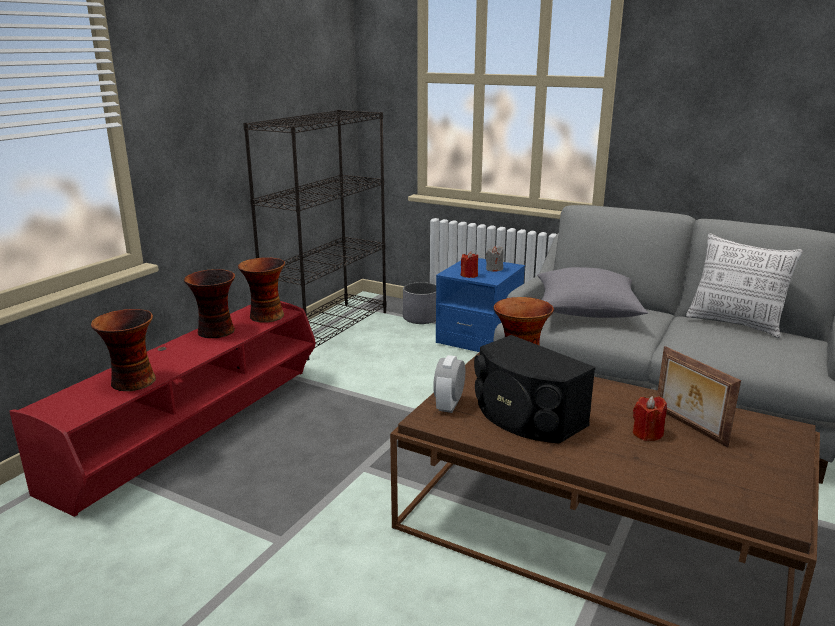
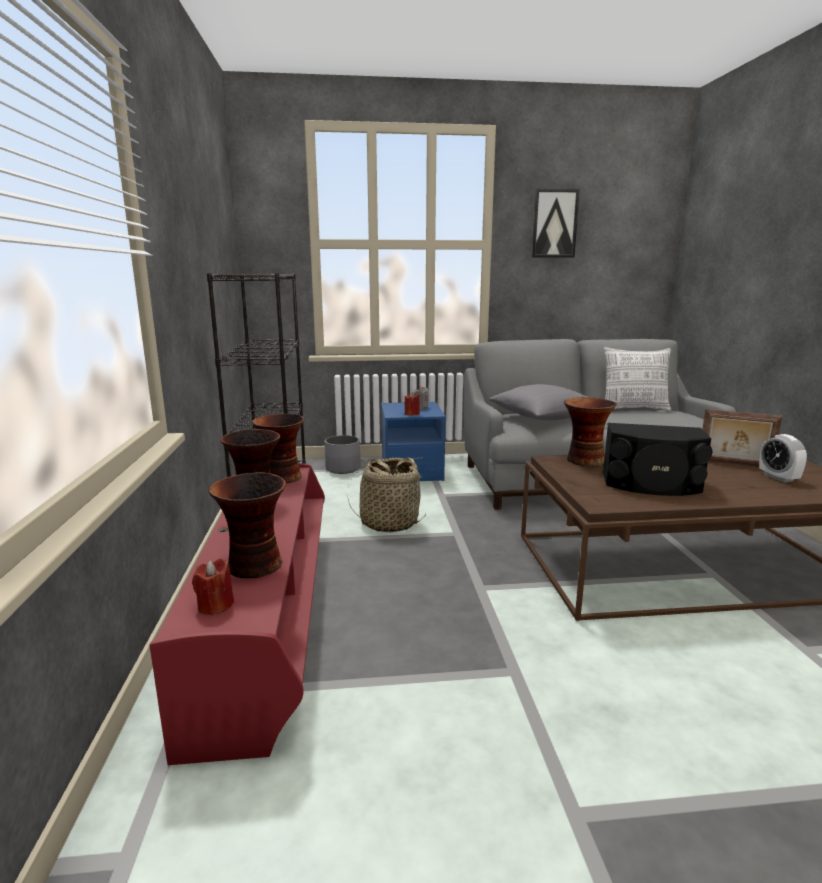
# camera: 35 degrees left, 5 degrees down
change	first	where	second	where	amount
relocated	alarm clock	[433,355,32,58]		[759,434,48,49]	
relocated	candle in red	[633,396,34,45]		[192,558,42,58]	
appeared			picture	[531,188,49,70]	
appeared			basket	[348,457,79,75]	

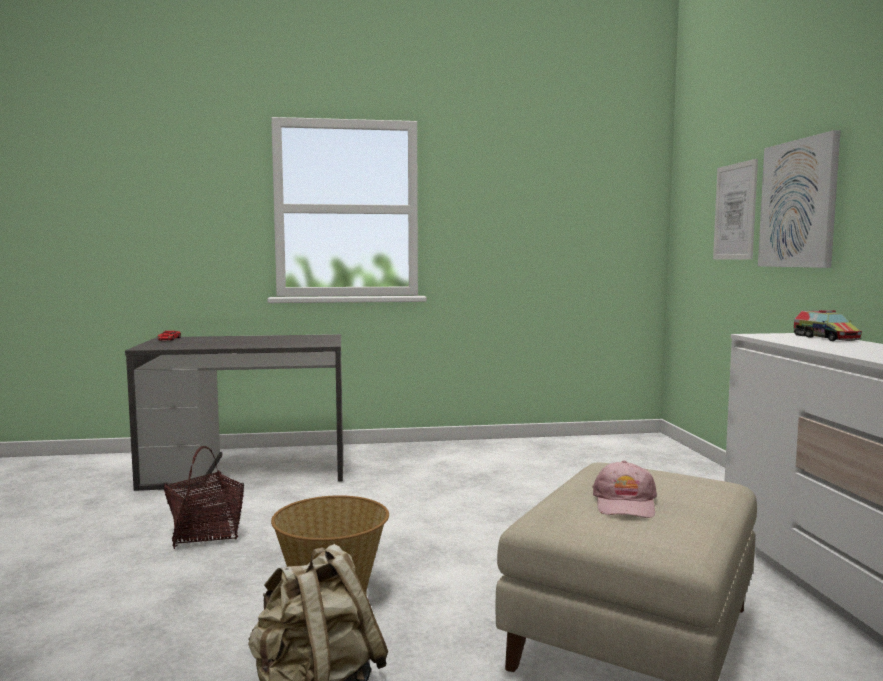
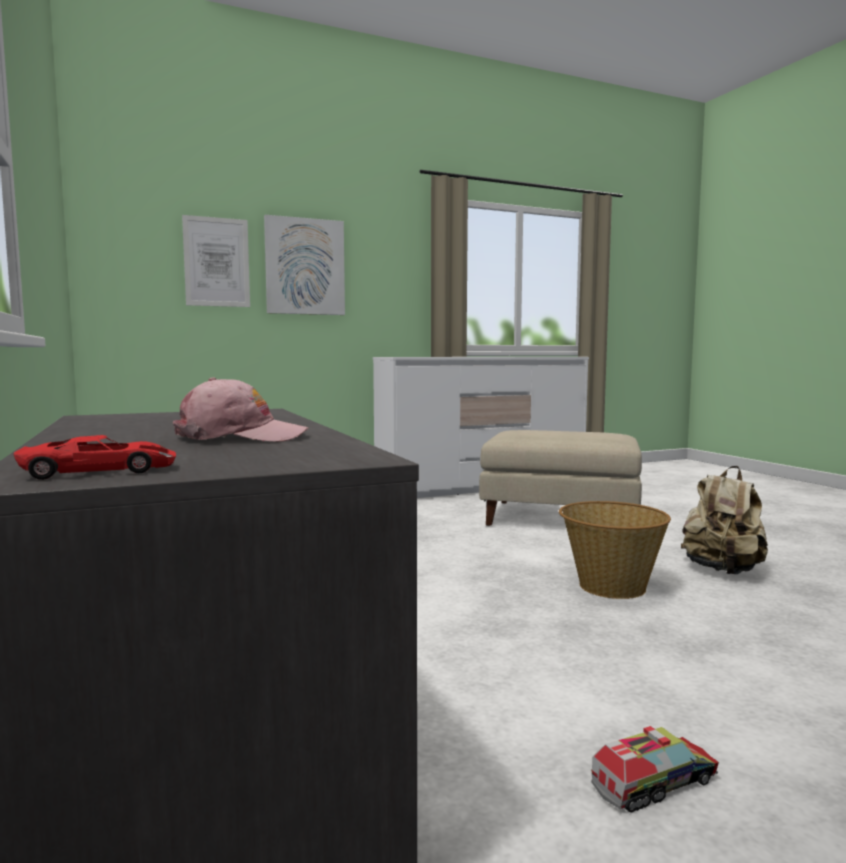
# camera: 105 degrees left, 0 degrees up
change	first	where	second	where	amount
relocated	toy truck	[793,310,69,31]		[591,726,128,87]	
missing	basket	[163,446,81,103]			
relocated	cap in pink	[593,460,64,58]		[173,377,135,65]	

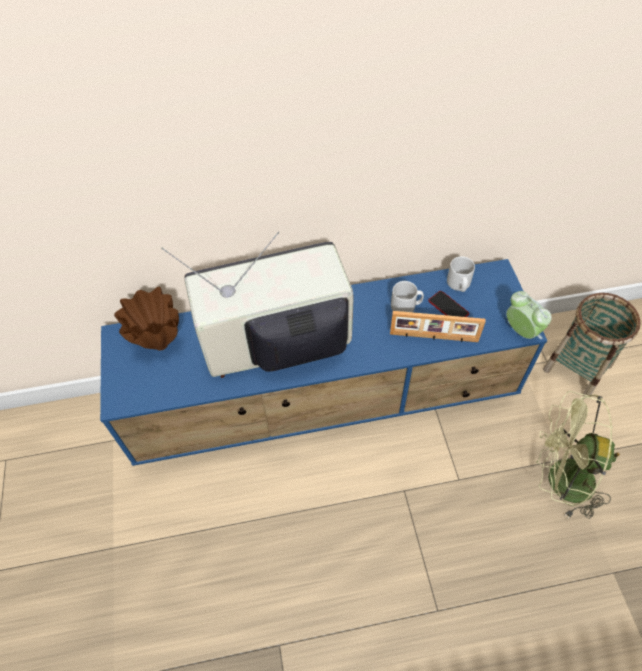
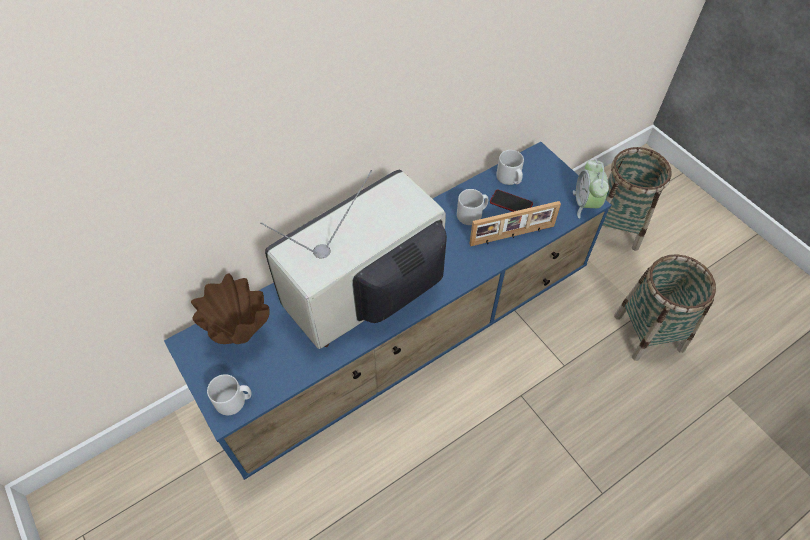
# camera: 25 degrees left, 0 degrees up
change	first	where	second	where	amount
spun	alarm clock	[506,291,46,48]		[573,159,36,60]	120 degrees counterclockwise
exchanged	fan in green	[536,391,84,128]	basket	[614,254,102,107]	
appeared			mug in grey	[207,374,44,41]	

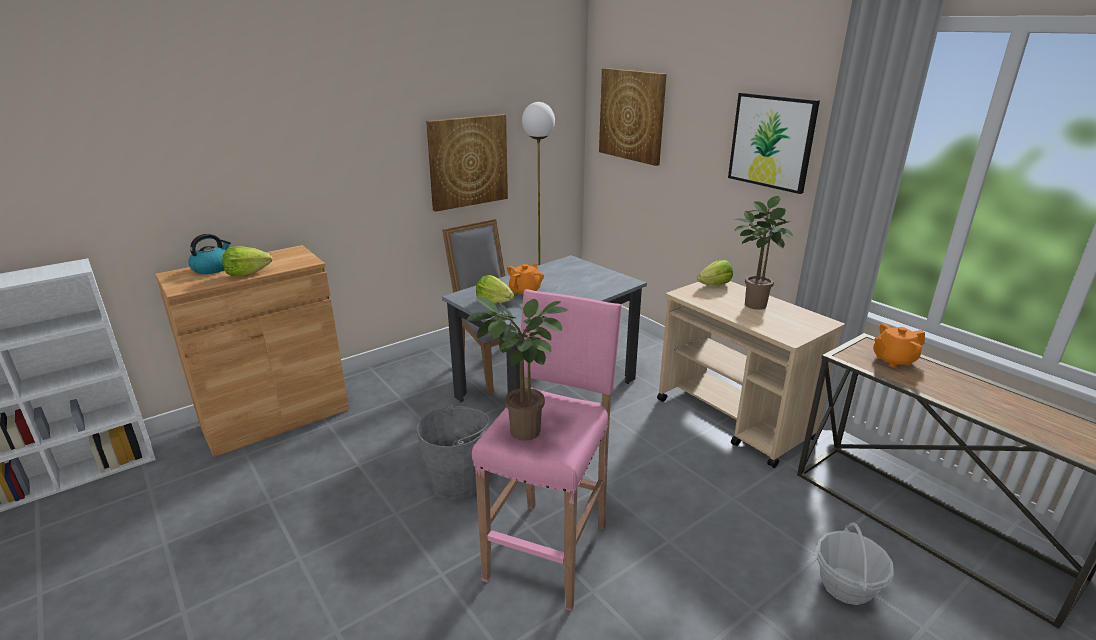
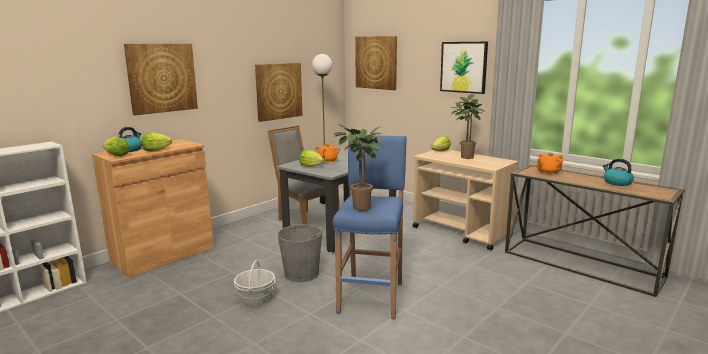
# camera: 10 degrees left, 10 degrees down
change	first	where	second	where	amount
colour	stool in pink	[472,289,150,322]	stool in blue	[333,134,73,185]	
relocated	basket	[816,522,78,83]		[234,260,42,46]	
appeared			picture	[124,44,74,71]	
appeared			lettuce	[103,137,27,19]	
appeared			kettle	[603,159,31,27]	

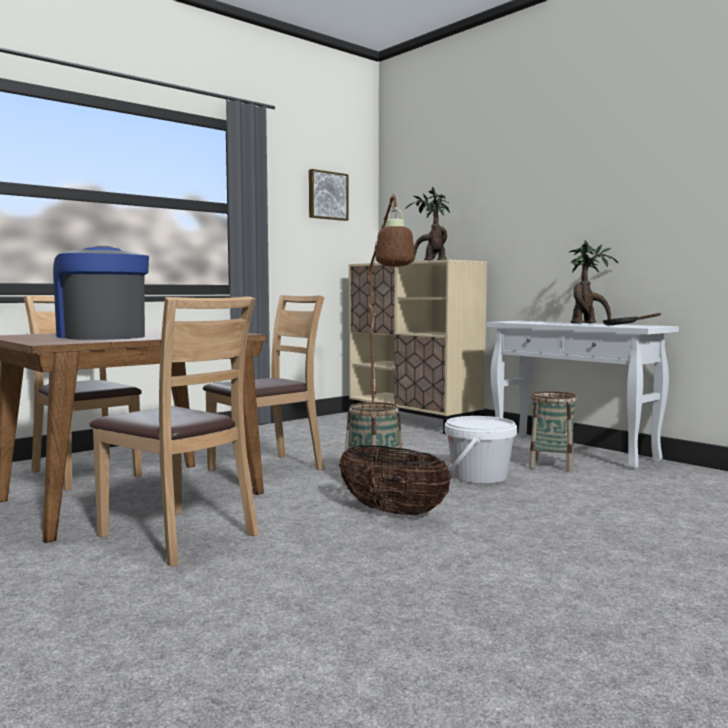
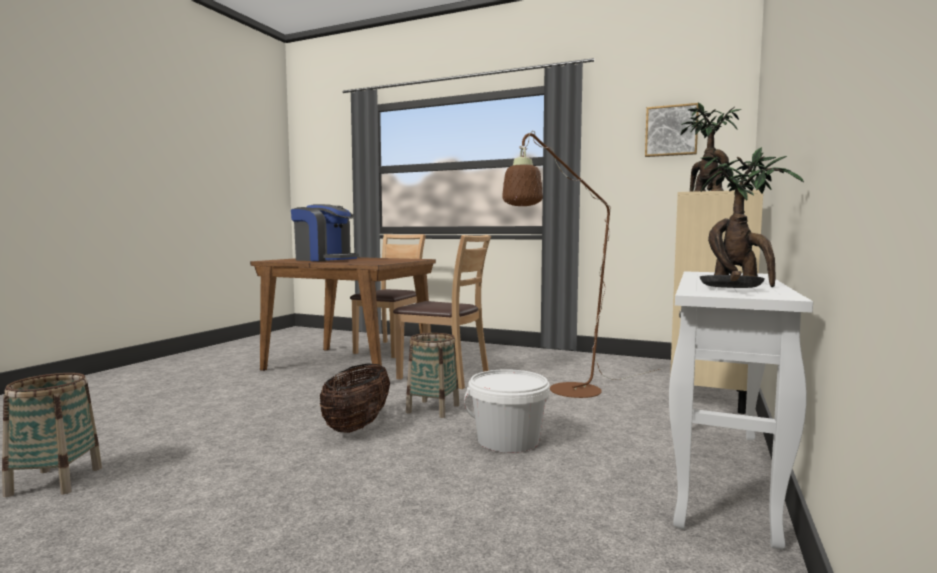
# camera: 65 degrees right, 0 degrees up
change	first	where	second	where	amount
spun	coffee machine	[53,246,96,94]		[291,204,68,57]	90 degrees clockwise
missing	chair in brown	[90,296,168,271]			
relocated	basket	[529,391,48,81]		[2,373,100,124]	

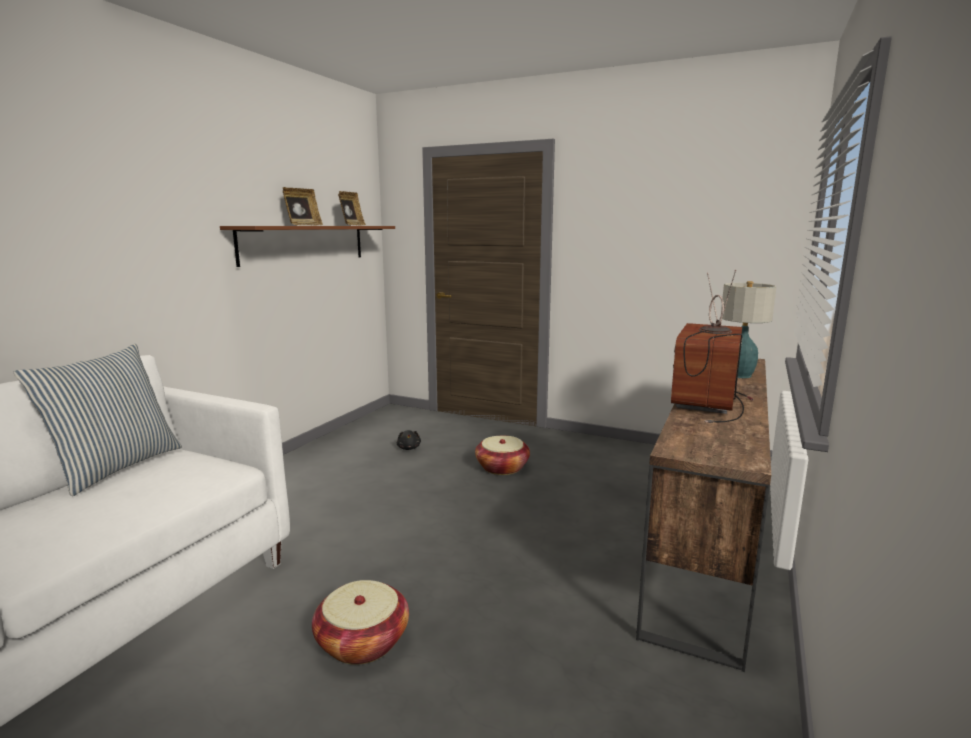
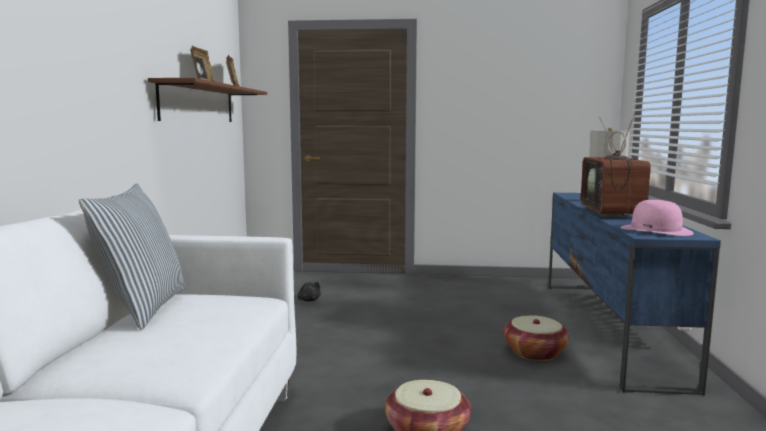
# camera: 20 degrees left, 5 degrees down
change	first	where	second	where	amount
colour	tv stand in brown	[636,359,135,313]	tv stand in blue	[548,193,173,203]	
relocated	basket	[475,436,55,39]		[504,315,65,46]	
appeared			hat in pink	[620,200,74,36]	

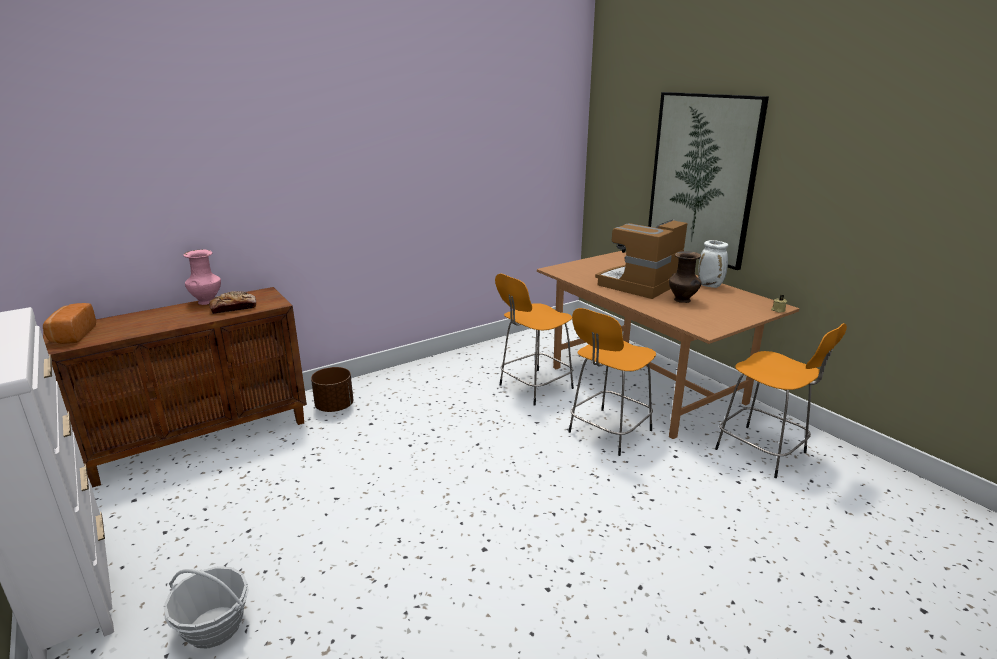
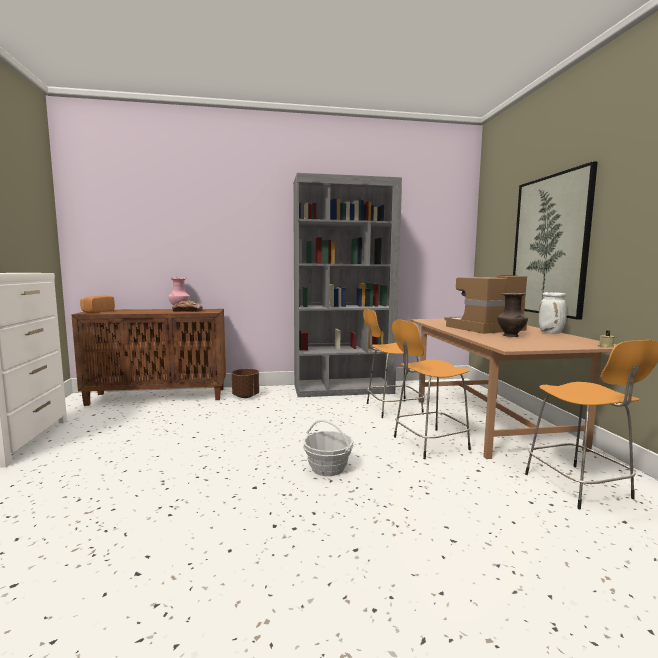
# camera: 25 degrees right, 15 degrees down
change	first	where	second	where	amount
relocated	basket	[164,566,85,83]		[303,420,51,56]	
appeared			bookcase in grey	[293,173,109,224]	

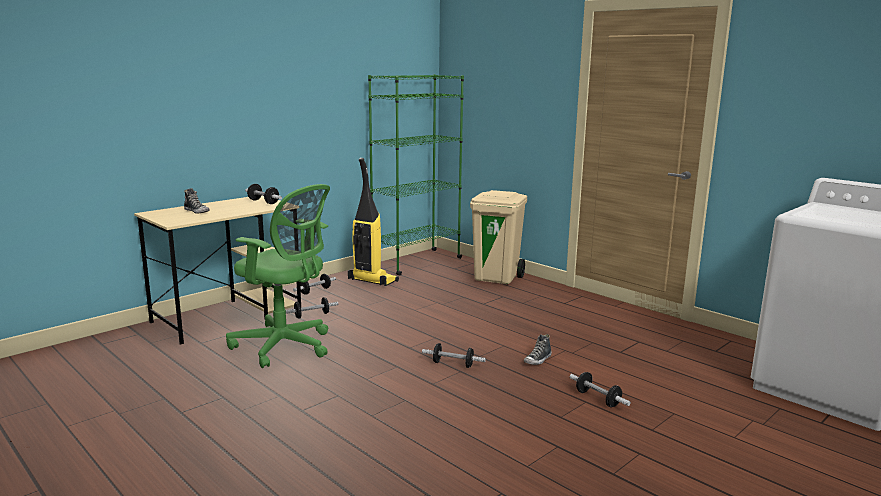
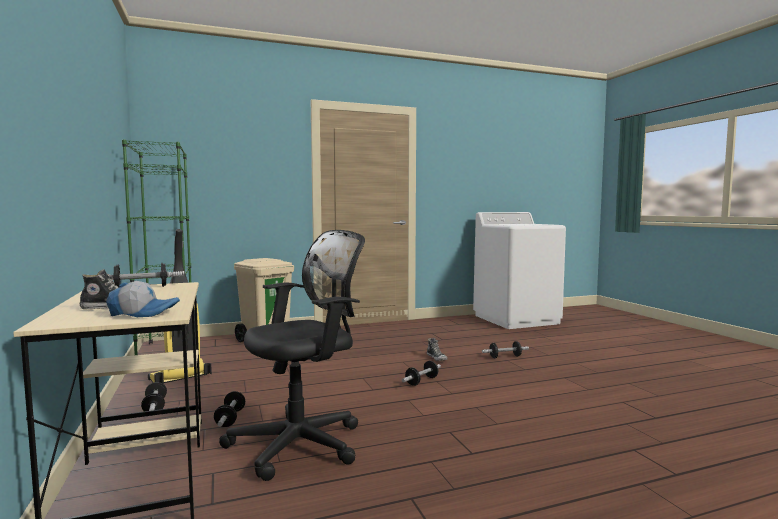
# camera: 65 degrees left, 10 degrees down
change	first	where	second	where	amount
colour	office chair in green	[226,184,104,184]	office chair in black	[219,230,146,251]	
appeared			cap	[106,281,74,36]	

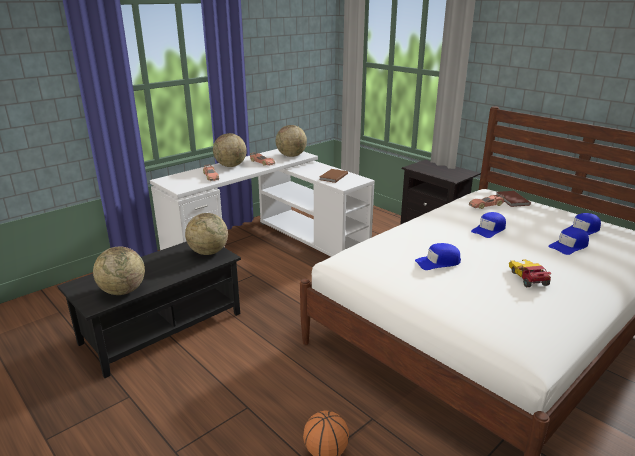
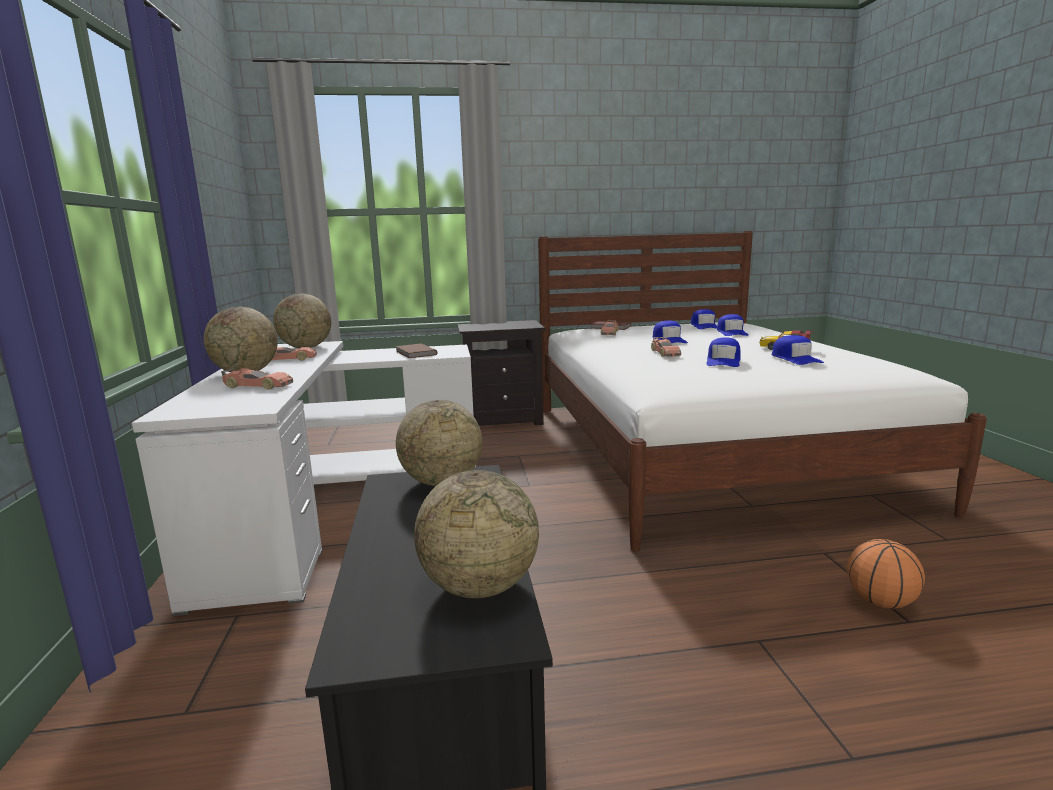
# camera: 55 degrees left, 10 degrees down
change	first	where	second	where	amount
appeared			cap in blue	[772,335,52,30]	
appeared			toy car	[651,337,30,20]	

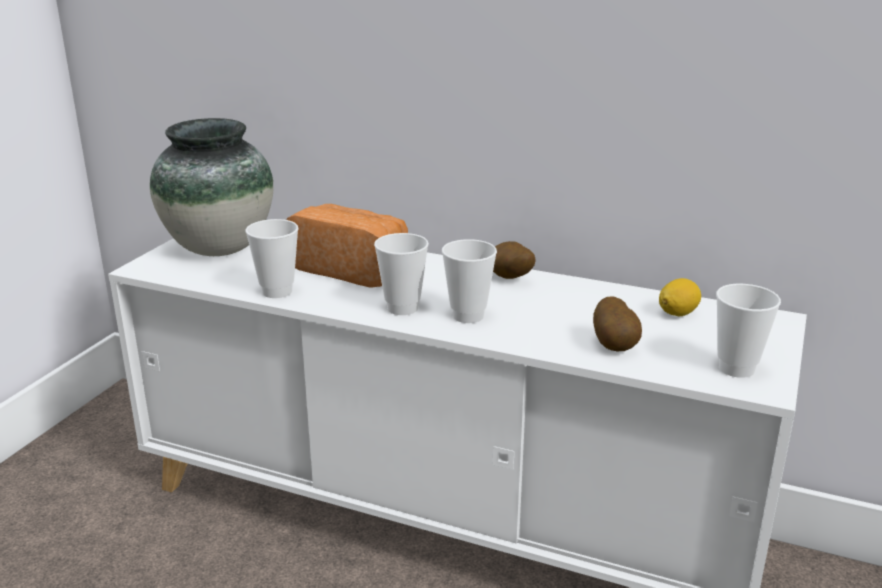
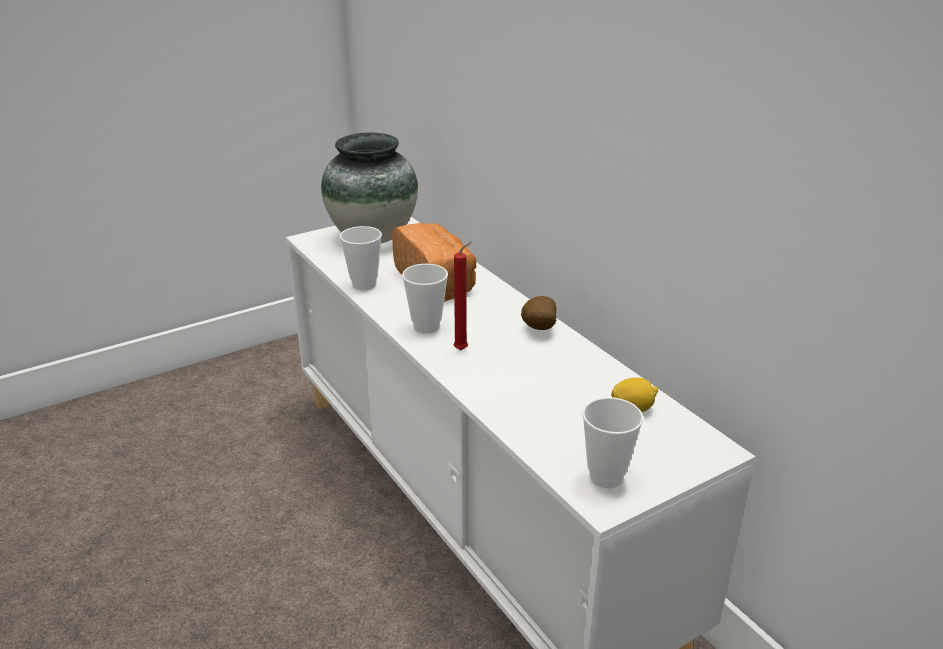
# camera: 35 degrees right, 5 degrees up
change	first	where	second	where	amount
exchanged	cup	[442,239,55,84]	candle in red	[454,242,18,108]	
missing	potato	[593,296,49,55]			

